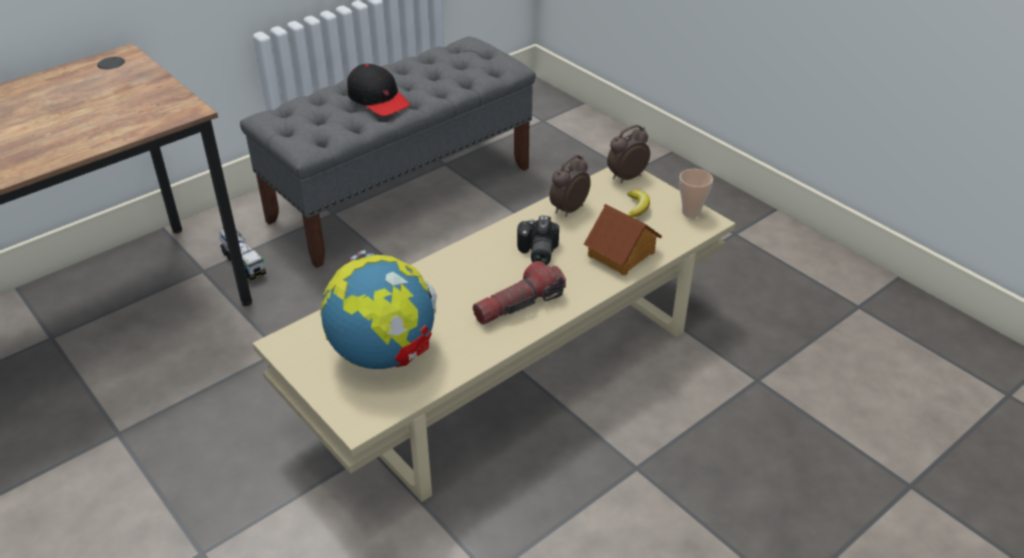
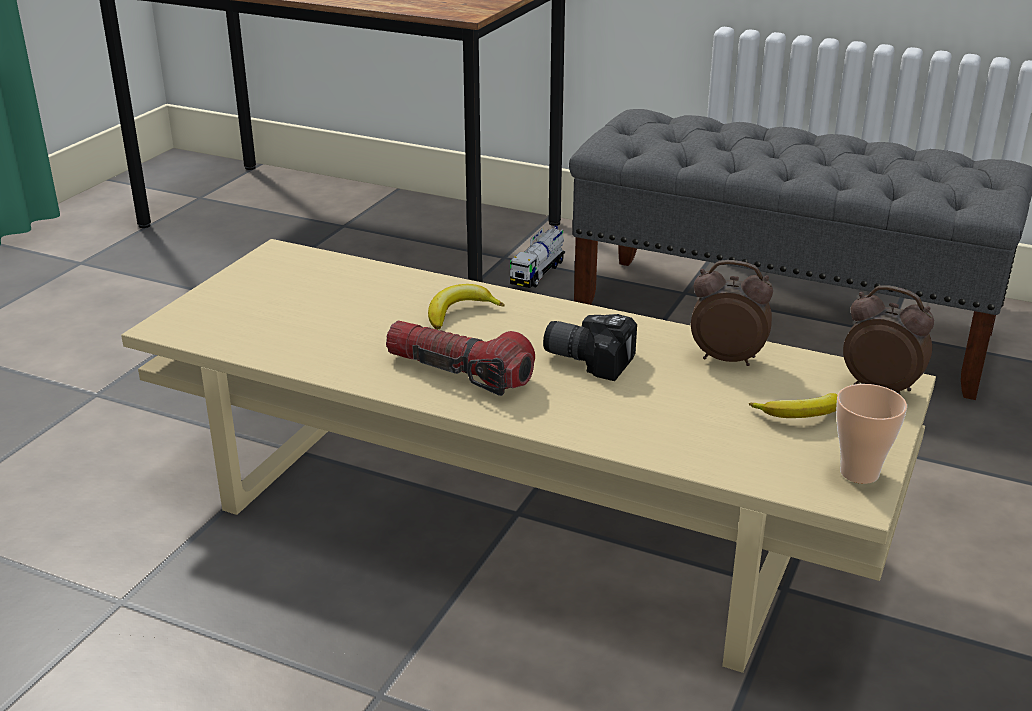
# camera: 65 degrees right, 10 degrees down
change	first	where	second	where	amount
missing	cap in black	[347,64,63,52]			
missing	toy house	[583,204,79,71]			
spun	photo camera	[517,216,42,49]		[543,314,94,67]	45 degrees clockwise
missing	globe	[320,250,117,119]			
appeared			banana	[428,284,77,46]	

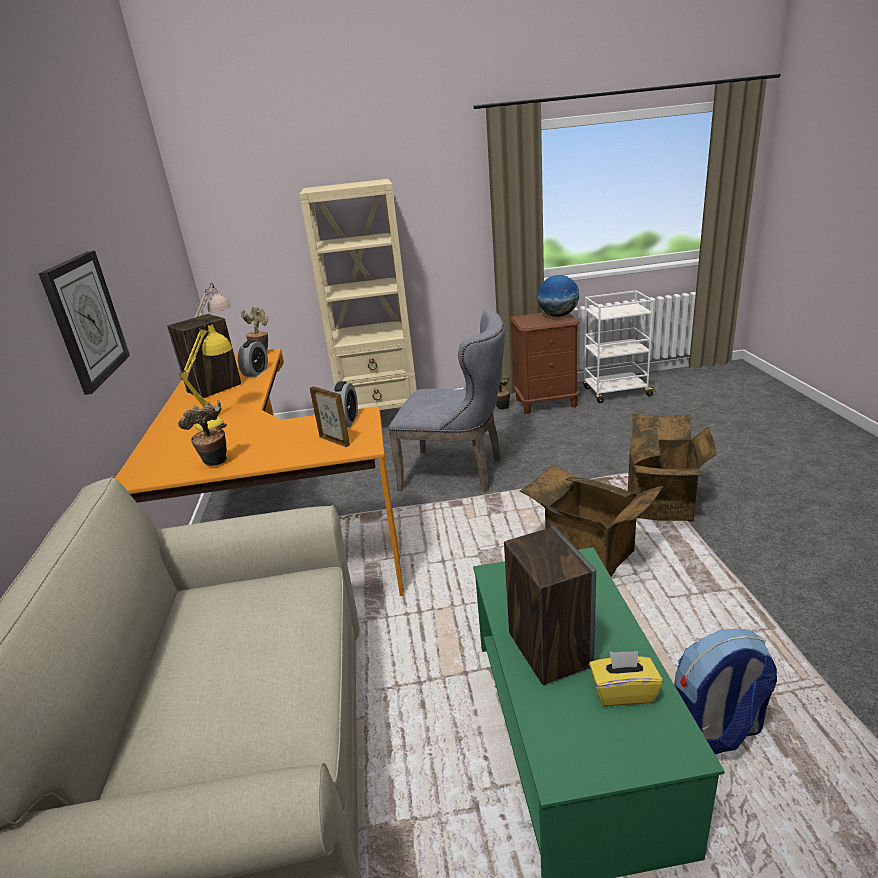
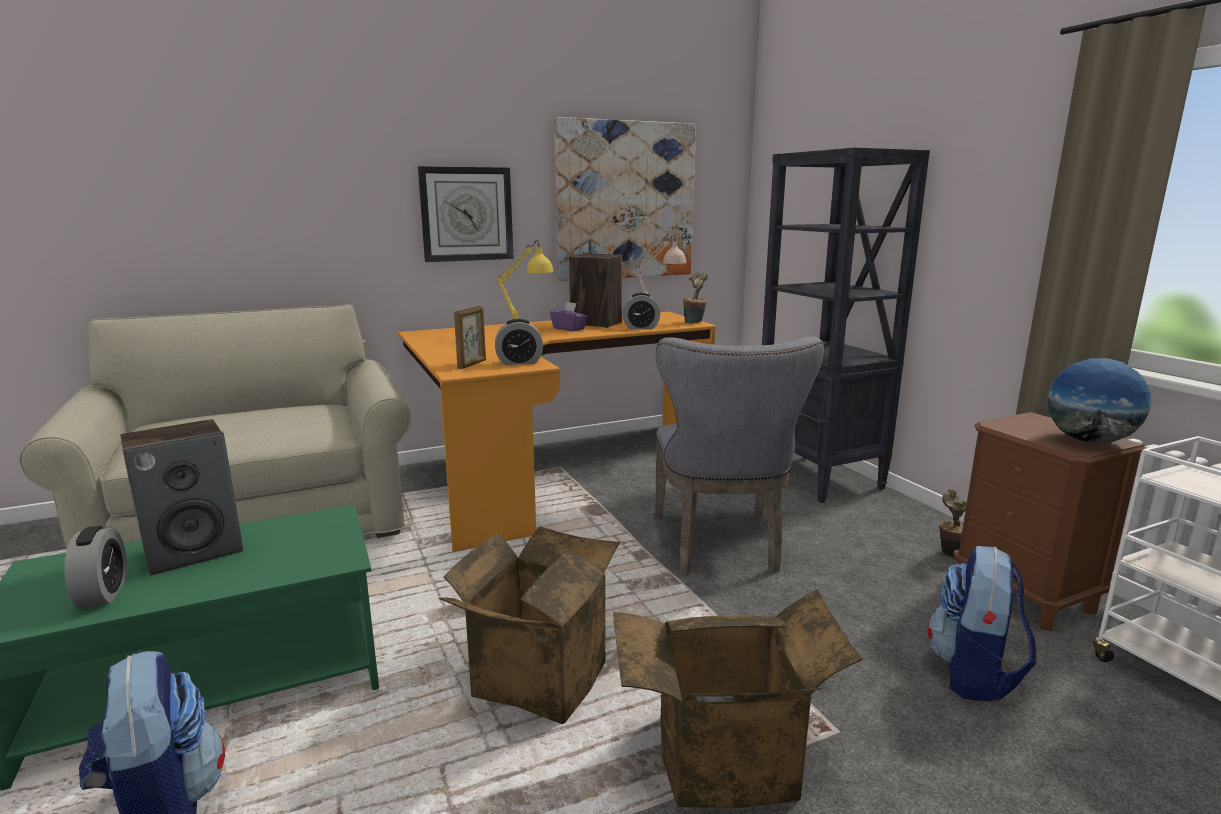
# camera: 70 degrees right, 10 degrees down
change	first	where	second	where	amount
colour	bookcase in beige	[299,179,118,231]	bookcase in black	[762,148,168,355]	
missing	potted plant	[178,400,49,66]			
exchanged	tissue box in yellow	[589,651,74,55]	alarm clock	[64,526,63,82]	
appeared			picture	[554,117,142,164]	
appeared			tissue box in purple	[550,302,38,29]	
appeared			backpack	[927,546,109,156]	

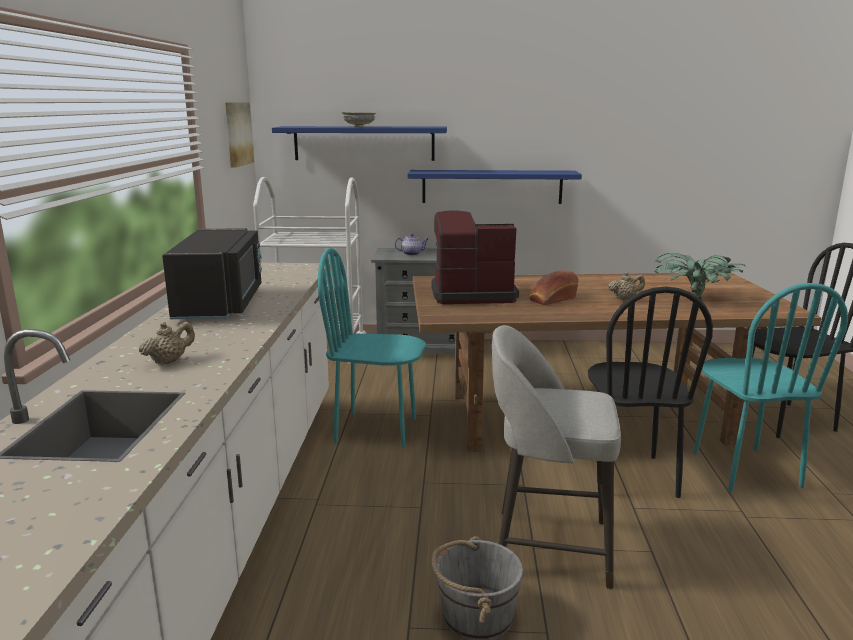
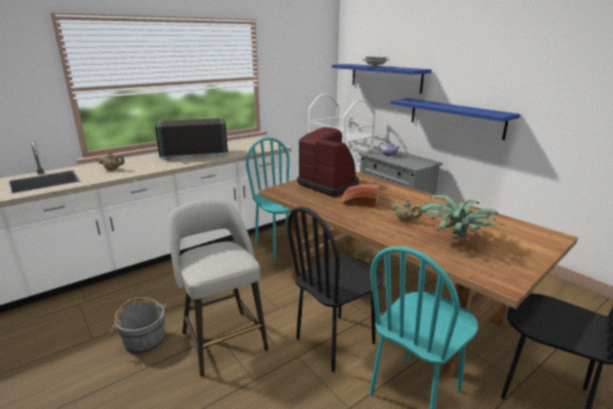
# camera: 50 degrees right, 5 degrees up
change	first	where	second	where	amount
missing	picture	[225,102,29,65]			
spun	microwave in black	[162,228,100,91]		[155,118,73,41]	150 degrees counterclockwise

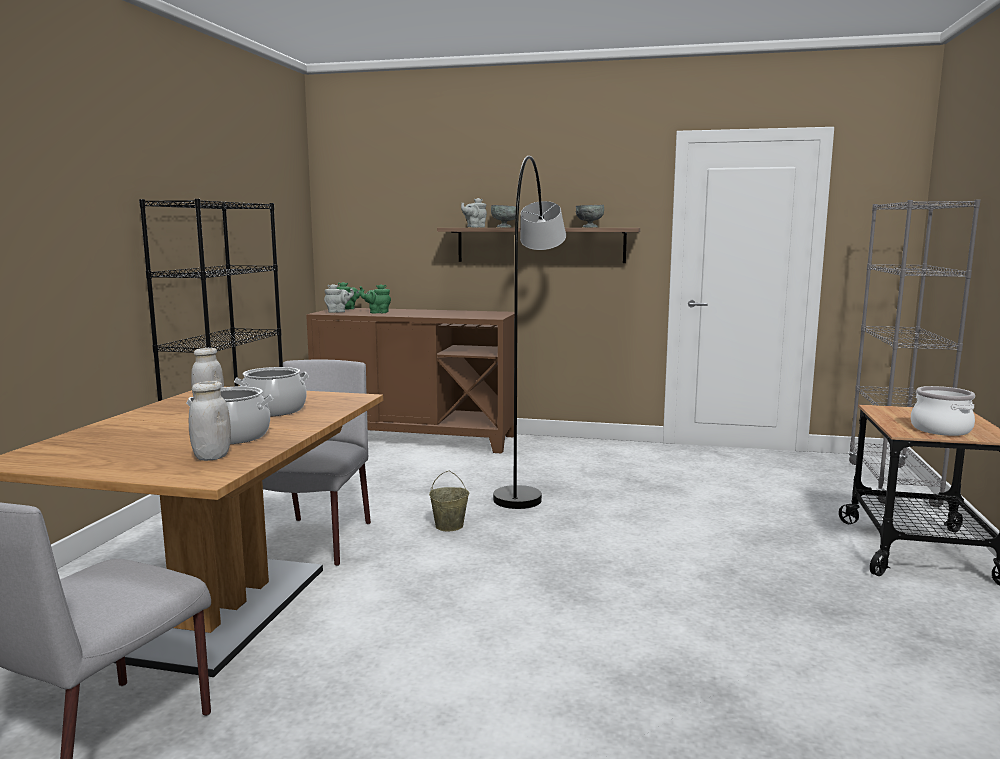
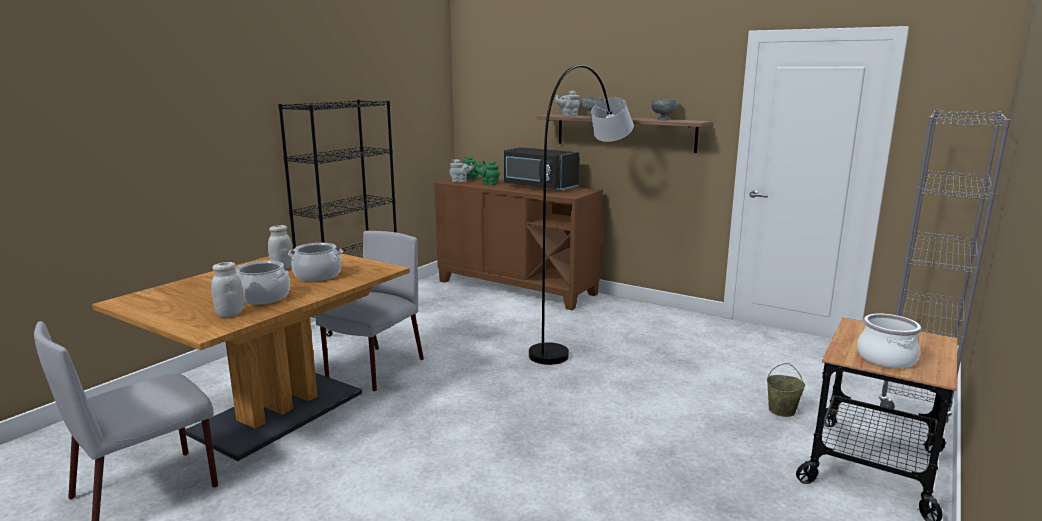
# camera: 20 degrees right, 5 degrees up
change	first	where	second	where	amount
relocated	bucket in beige	[429,471,40,60]		[767,363,38,54]	
appeared			microwave in black	[504,147,75,44]	

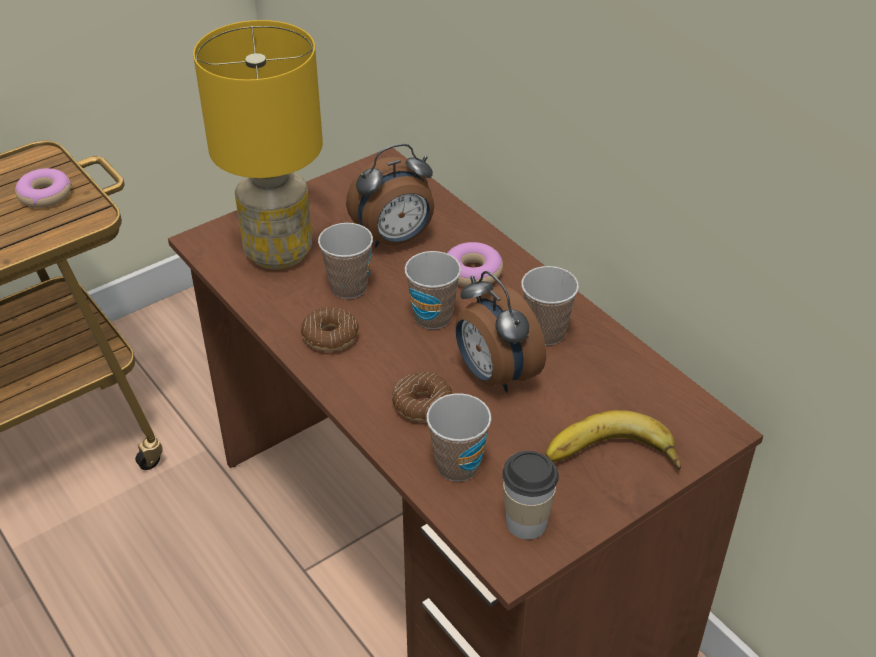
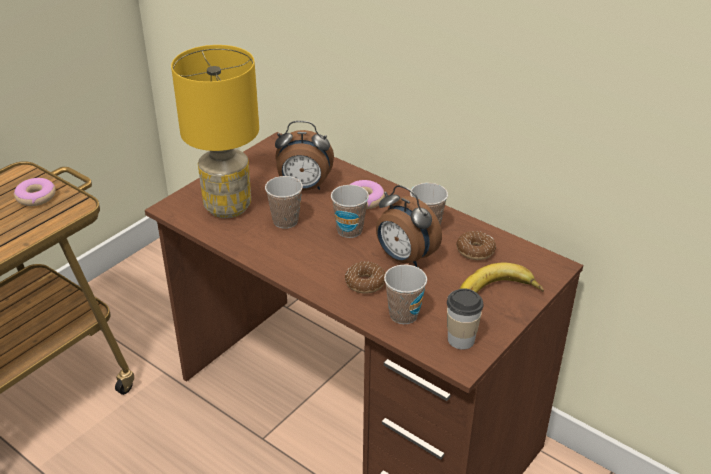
# camera: 15 degrees left, 5 degrees down
change	first	where	second	where	amount
spun	alarm clock	[346,144,88,103]		[275,121,59,70]	45 degrees clockwise
relocated	donut	[301,307,58,45]		[456,231,40,29]	

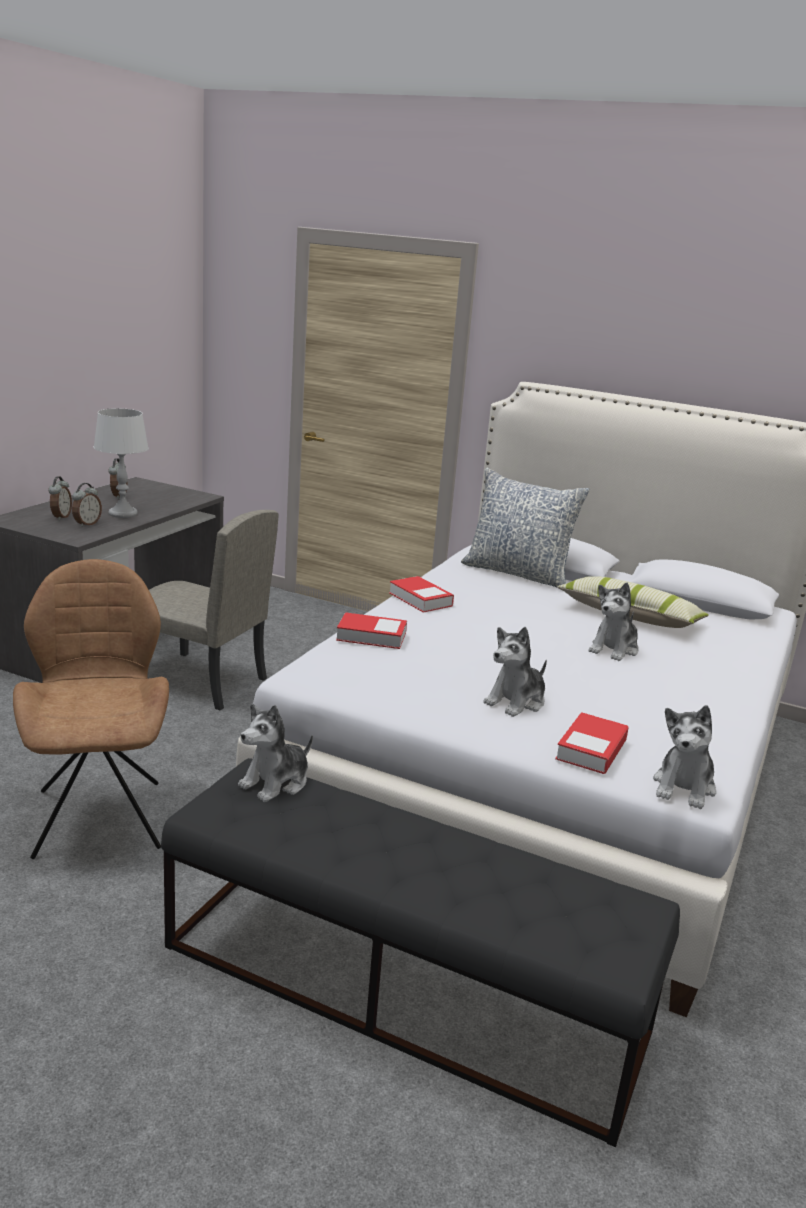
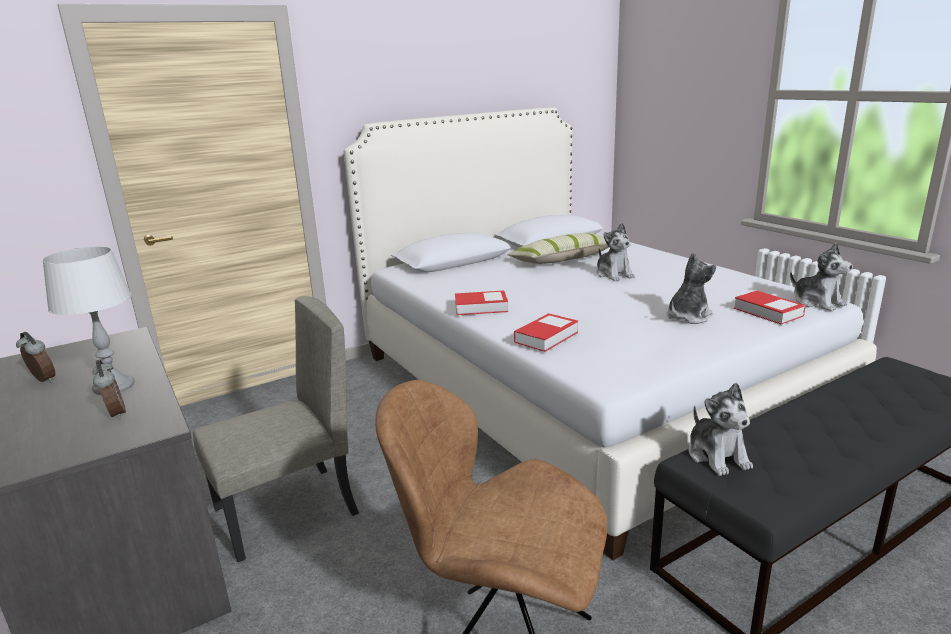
# camera: 55 degrees left, 0 degrees up
change	first	where	second	where	amount
missing	pillow	[461,467,129,120]			
missing	alarm clock	[48,476,24,44]			
spun	plush toy	[483,627,64,90]		[666,252,50,72]	120 degrees counterclockwise

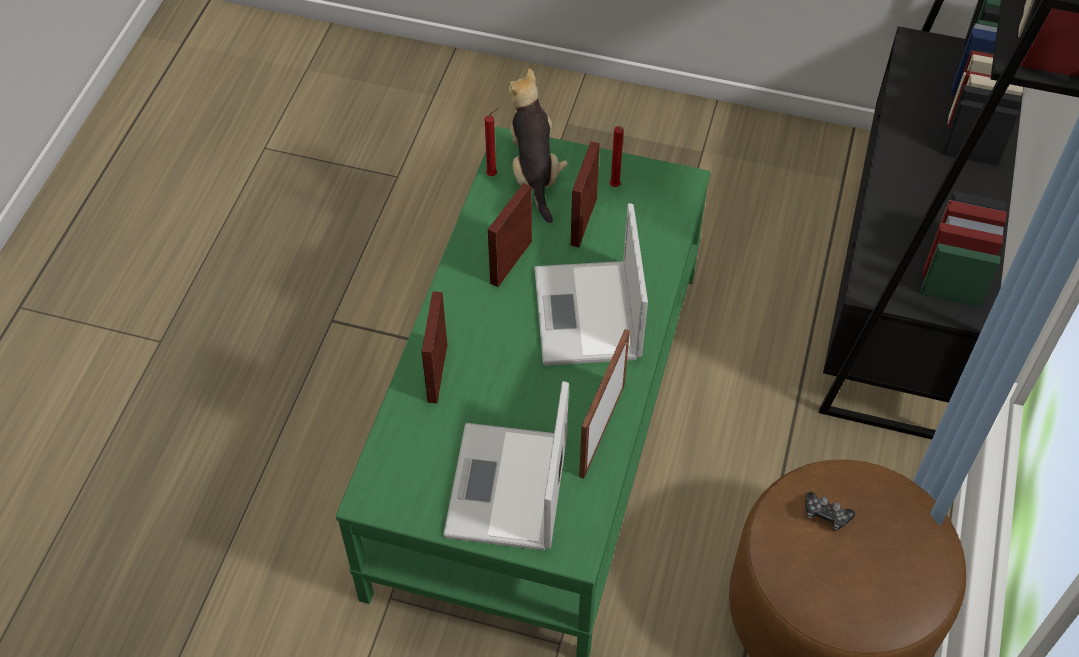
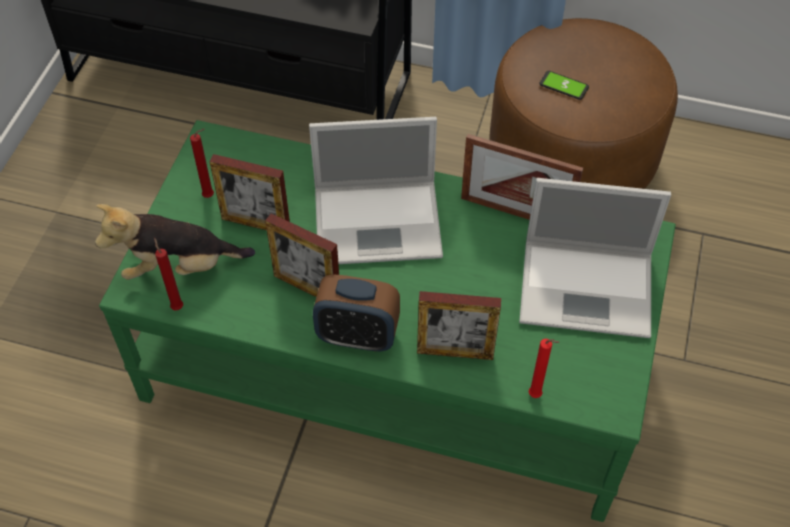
# camera: 90 degrees left, 0 degrees up
change	first	where	second	where	amount
exchanged	game controller	[805,492,50,39]	phone	[539,71,50,29]	
appeared			alarm clock	[313,274,87,78]	
appeared			candle in red	[529,339,30,59]	

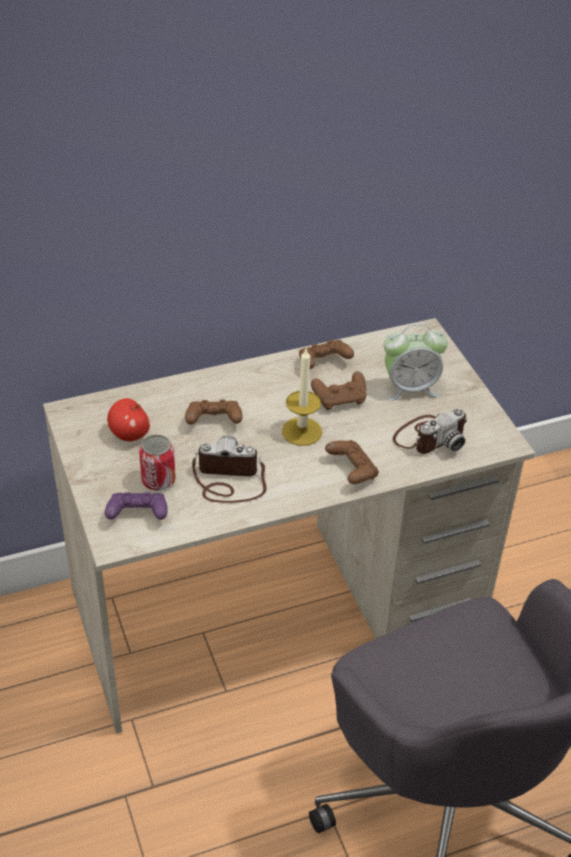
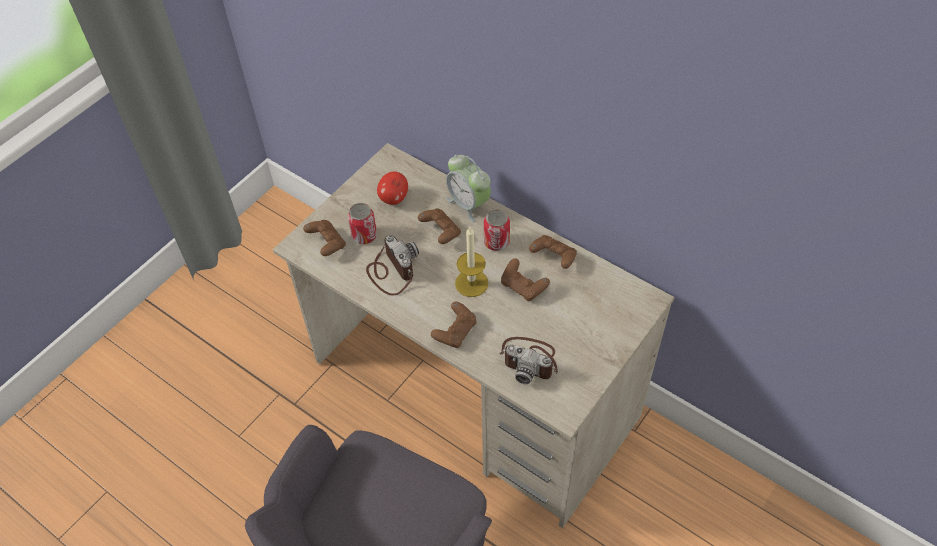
# camera: 60 degrees right, 10 degrees up
change	first	where	second	where	amount
relocated	alarm clock	[384,324,64,77]		[446,155,45,67]	
colour	game controller in purple	[105,492,62,28]	game controller in brown	[303,220,43,36]	
appeared			can	[484,209,26,42]	

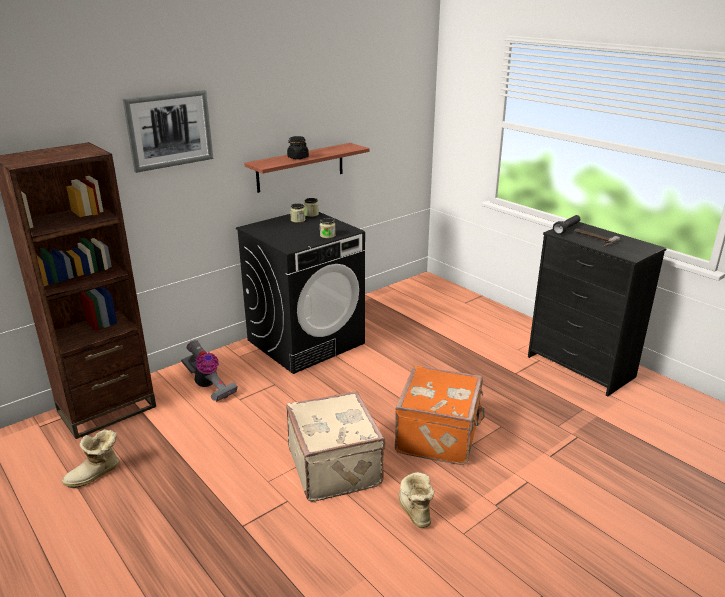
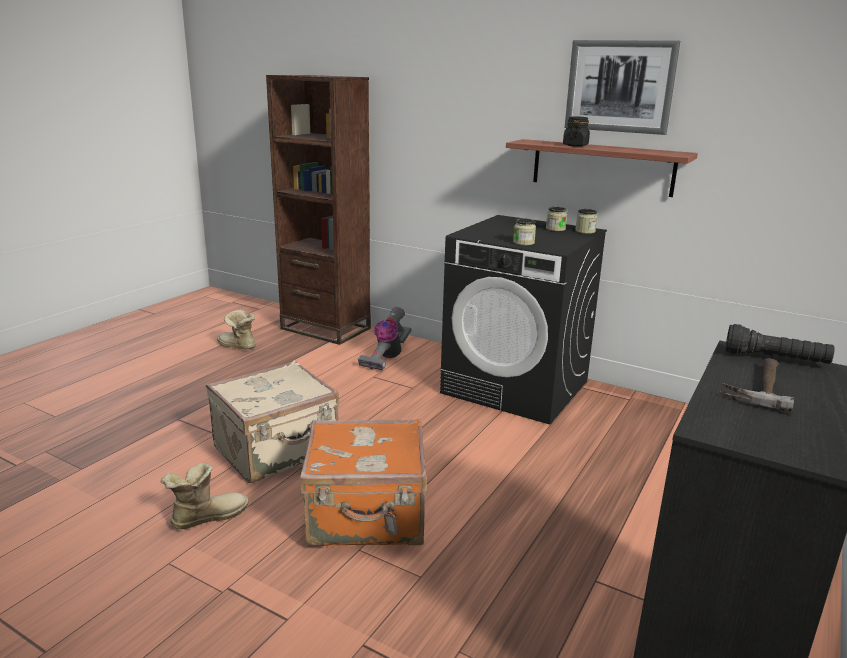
# camera: 70 degrees right, 5 degrees down
change	first	where	second	where	amount
relocated	picture	[123,90,90,83]		[565,40,115,95]	

